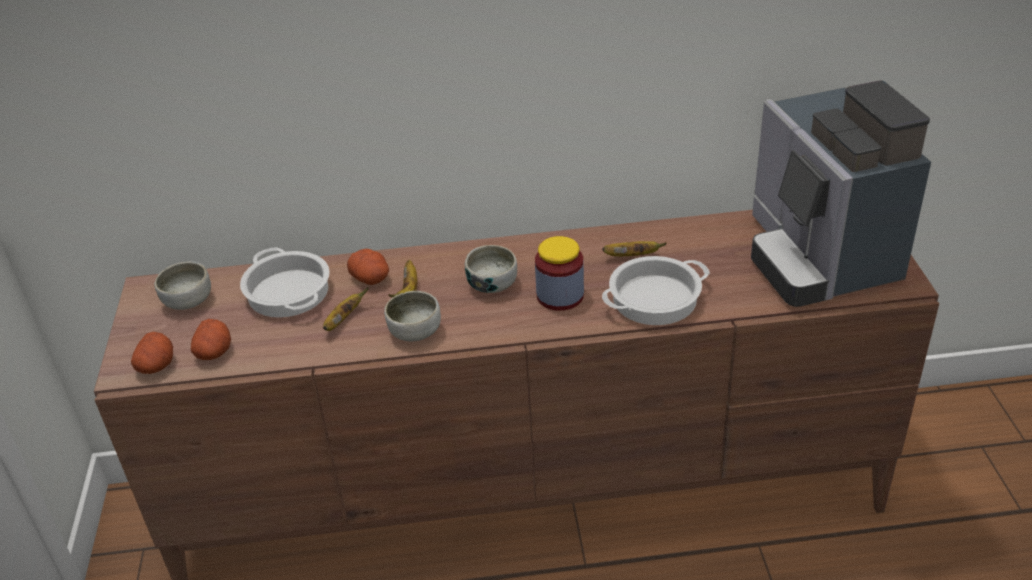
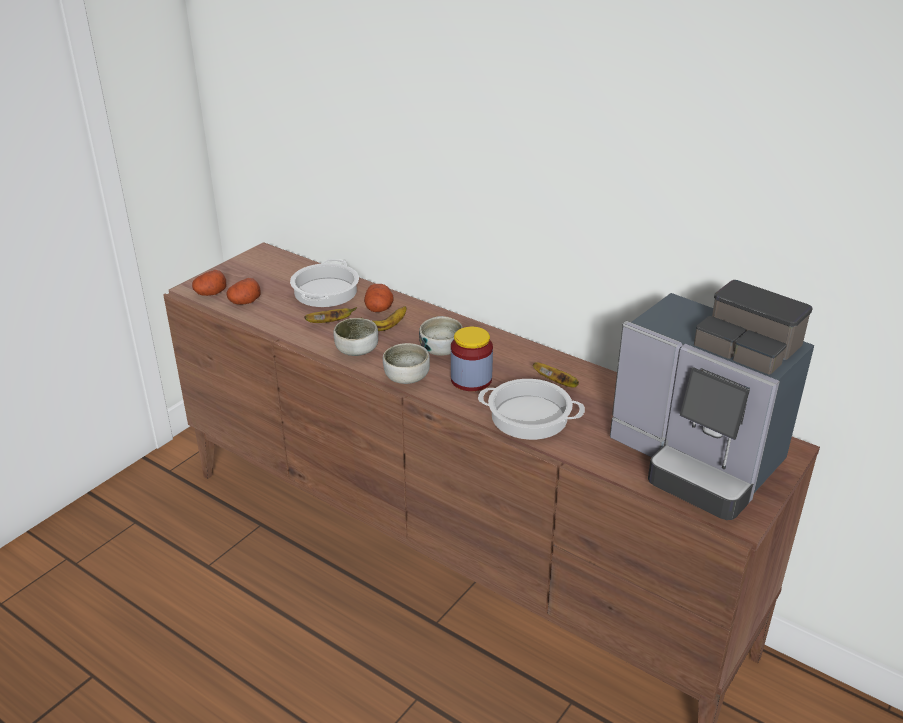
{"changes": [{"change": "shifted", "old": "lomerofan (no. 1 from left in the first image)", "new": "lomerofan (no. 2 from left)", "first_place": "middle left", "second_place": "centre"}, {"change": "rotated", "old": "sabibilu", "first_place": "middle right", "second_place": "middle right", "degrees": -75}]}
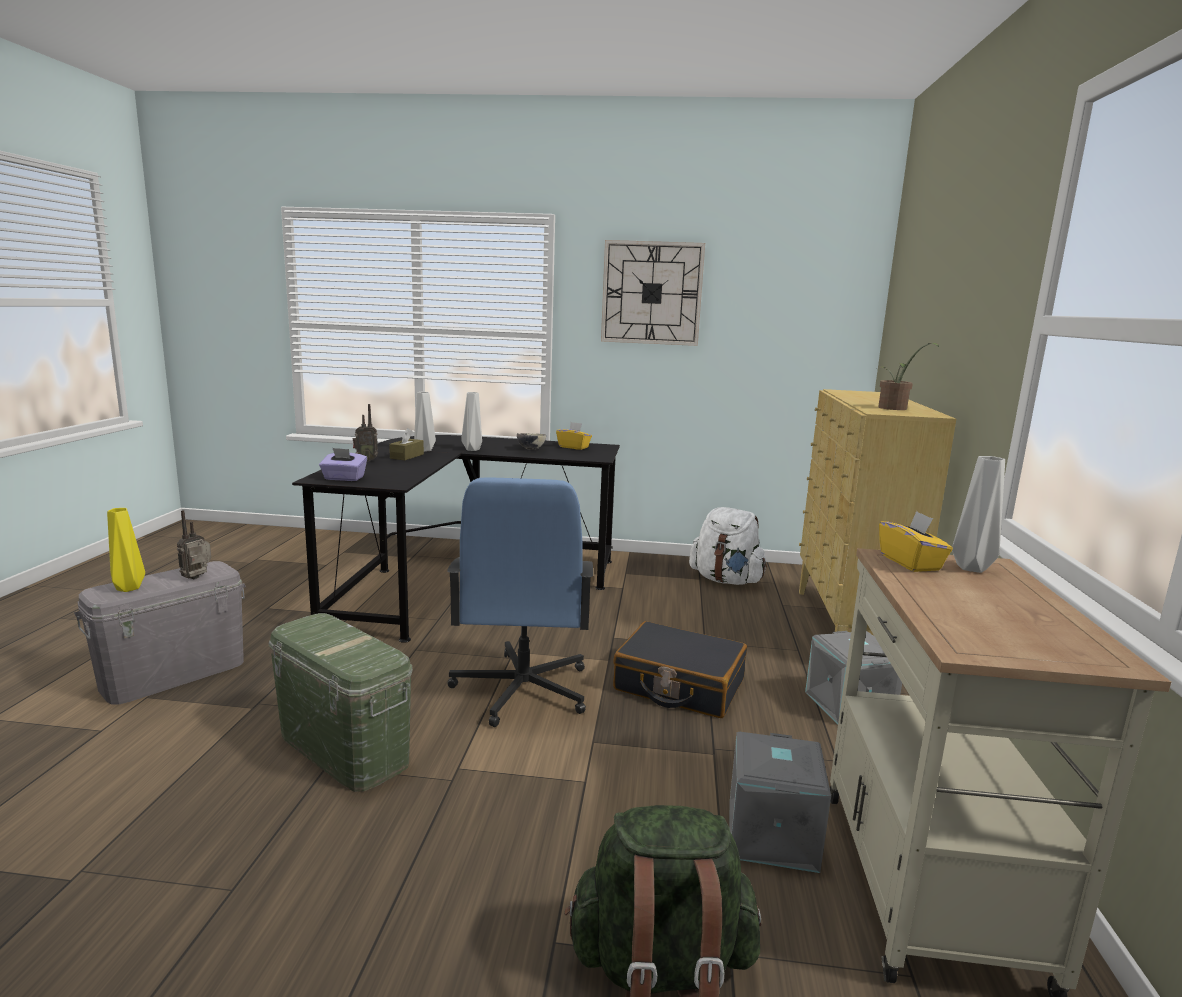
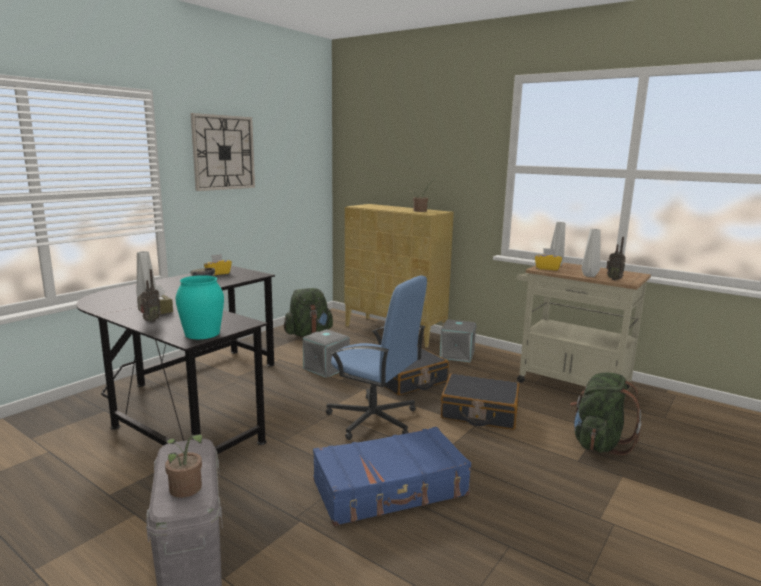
{"changes": [{"change": "new", "new": "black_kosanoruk (no. 2 from left)", "second_place": "bottom centre"}, {"change": "shifted", "old": "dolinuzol (no. 1 from left in the first image)", "new": "dolinuzol (no. 2 from left)", "first_place": "middle left", "second_place": "middle right"}, {"change": "shifted", "old": "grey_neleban (no. 2 from left in the first image)", "new": "grey_neleban (no. 3 from left)", "first_place": "centre", "second_place": "middle right"}, {"change": "shifted", "old": "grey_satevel (no. 2 from left)", "first_place": "bottom centre", "second_place": "centre"}, {"change": "swapped", "old": "yellow_neleban", "new": "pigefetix (no. 1 from left)", "first_place": "middle left", "second_place": "bottom left"}, {"change": "swapped", "old": "green_satevel", "new": "blue_kosanoruk", "first_place": "bottom left", "second_place": "bottom centre"}, {"change": "swapped", "old": "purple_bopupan", "new": "turquoise_neleban", "first_place": "middle left", "second_place": "middle left"}, {"change": "repainted", "old": "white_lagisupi", "new": "green_lagisupi (no. 1 from left)", "first_place": "centre", "second_place": "centre"}]}
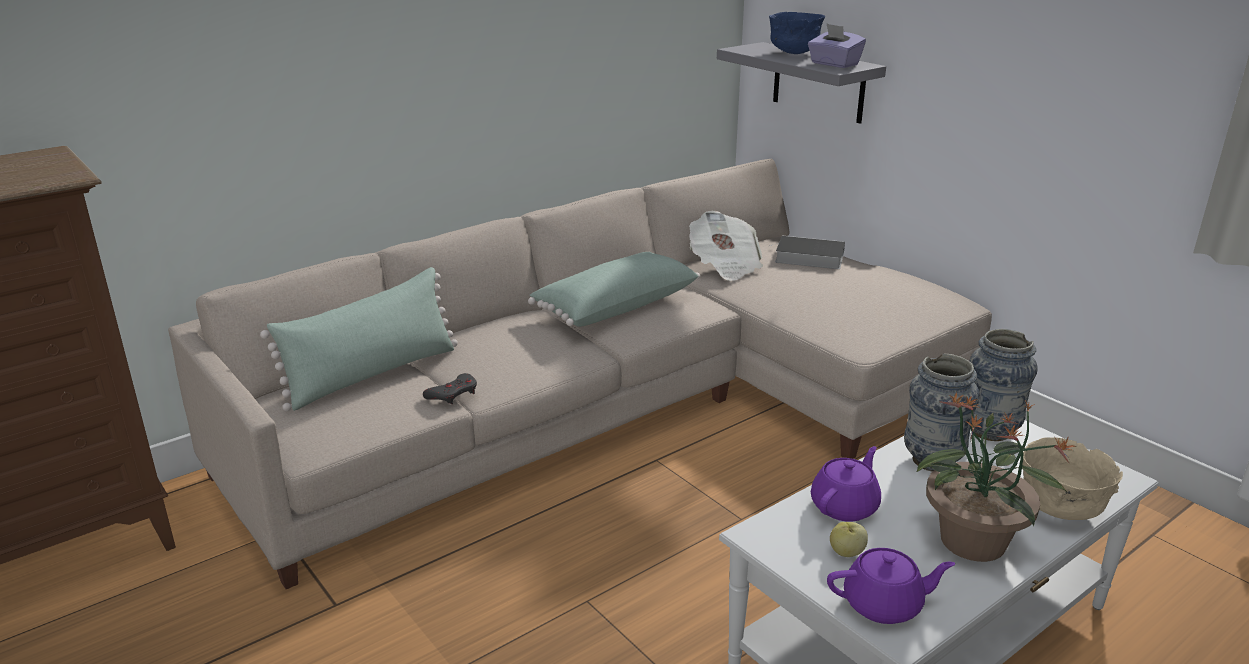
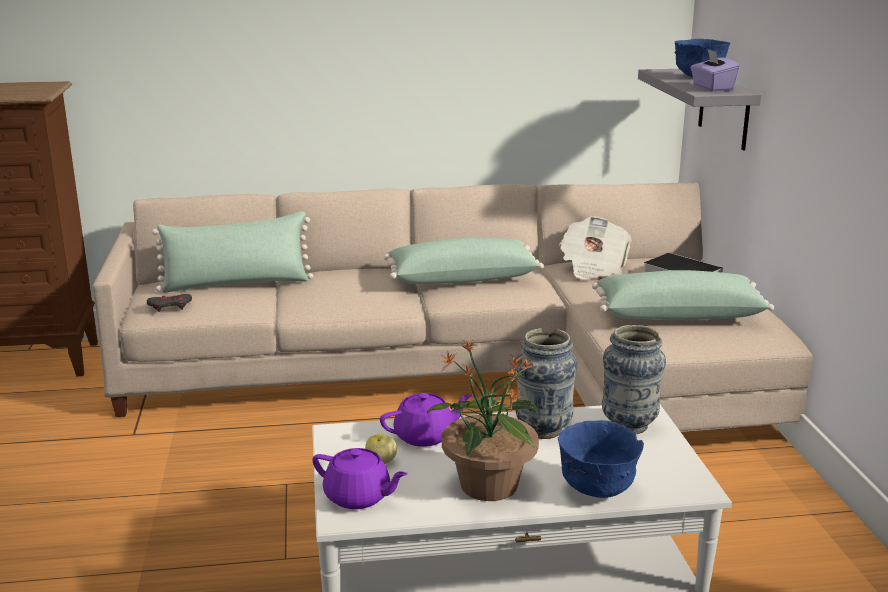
{"changes": [{"change": "new", "new": "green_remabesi (no. 3 from left)", "second_place": "middle right"}, {"change": "shifted", "old": "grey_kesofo", "first_place": "centre", "second_place": "middle left"}, {"change": "repainted", "old": "beige_lomerofan", "new": "blue_lomerofan (no. 1 from left)", "first_place": "bottom right", "second_place": "bottom right"}]}
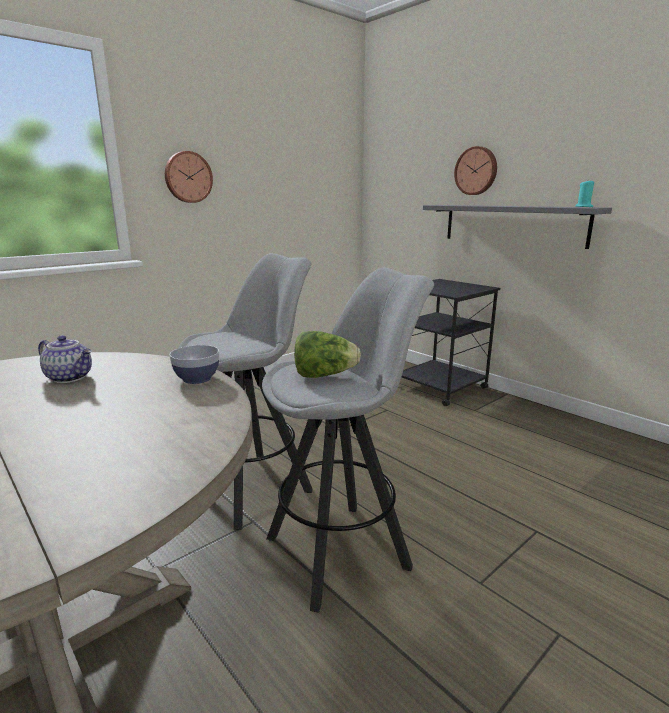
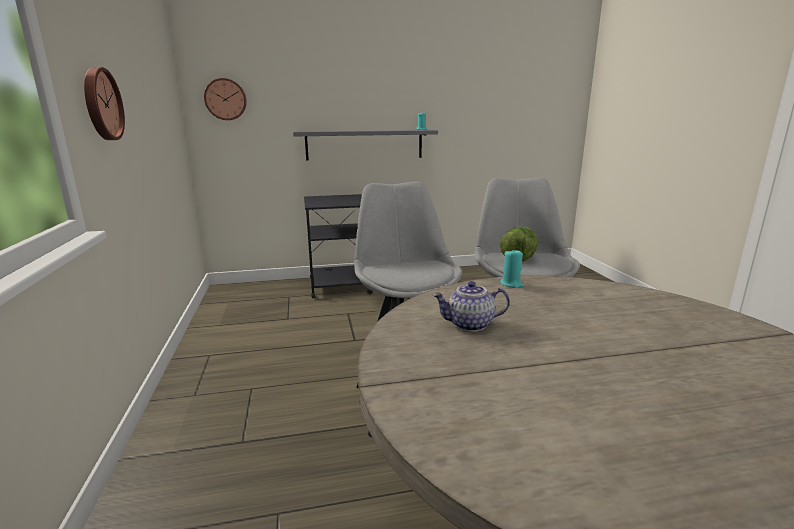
{"changes": [{"change": "shifted", "old": "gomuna (no. 2 from left)", "first_place": "top right", "second_place": "top left"}, {"change": "swapped", "old": "lomerofan", "new": "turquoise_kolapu (no. 2 from left)", "first_place": "middle left", "second_place": "centre"}, {"change": "rotated", "old": "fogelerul", "first_place": "middle left", "second_place": "centre", "degrees": -150}]}
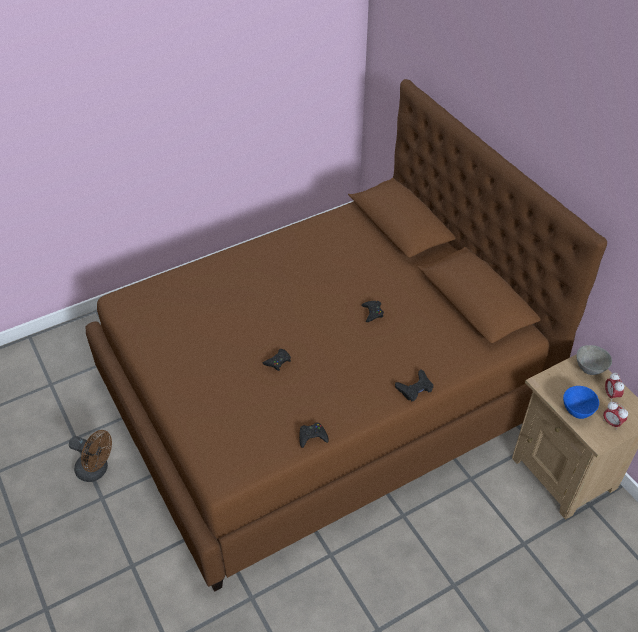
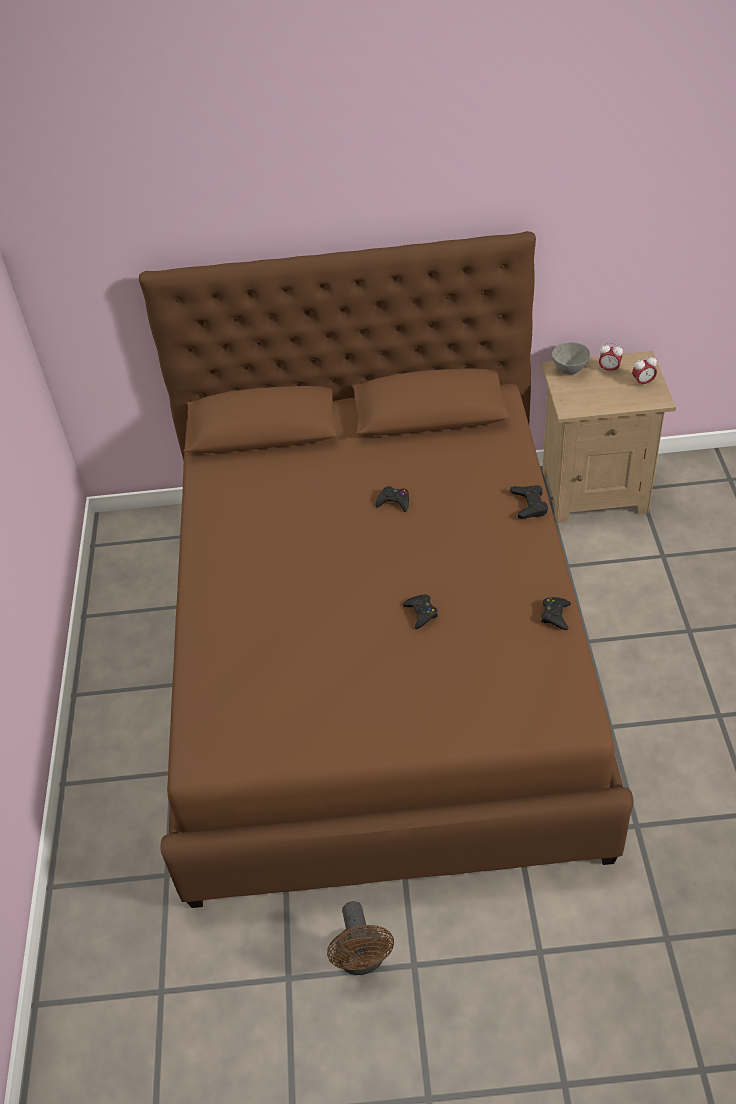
{"changes": [{"change": "gone", "old": "blue_lomerofan", "first_place": "middle right"}, {"change": "rotated", "old": "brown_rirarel", "first_place": "bottom left", "second_place": "bottom centre", "degrees": 120}]}
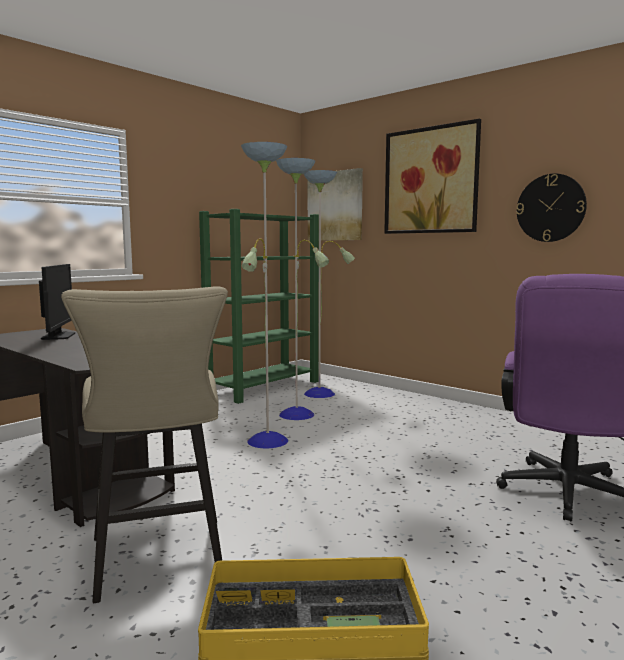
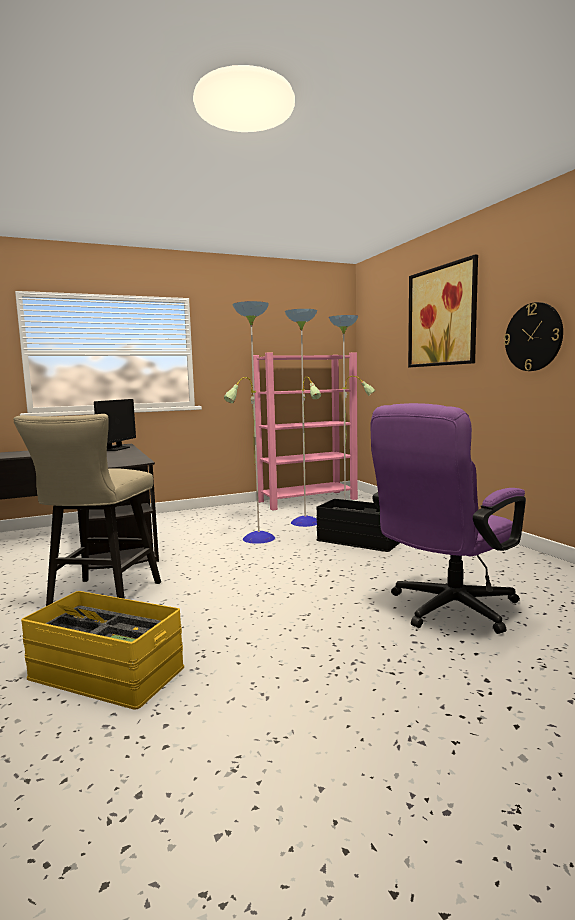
{"changes": [{"change": "gone", "old": "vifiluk (no. 1 from left)", "first_place": "top centre"}, {"change": "new", "new": "black_satevel", "second_place": "centre"}, {"change": "repainted", "old": "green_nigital", "new": "pink_nigital", "first_place": "centre", "second_place": "centre"}]}
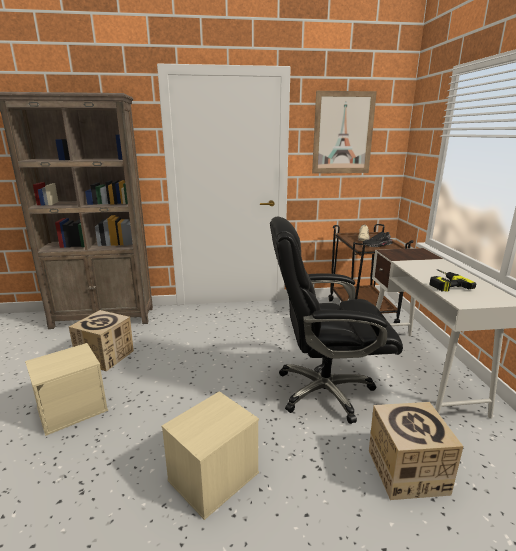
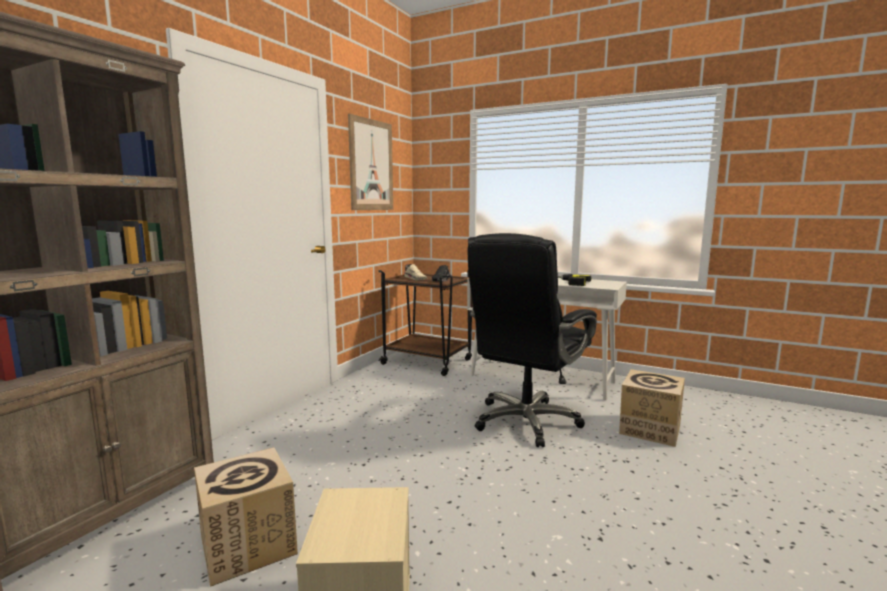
{"changes": [{"change": "gone", "old": "beige_satevel (no. 2 from left)", "first_place": "bottom centre"}]}
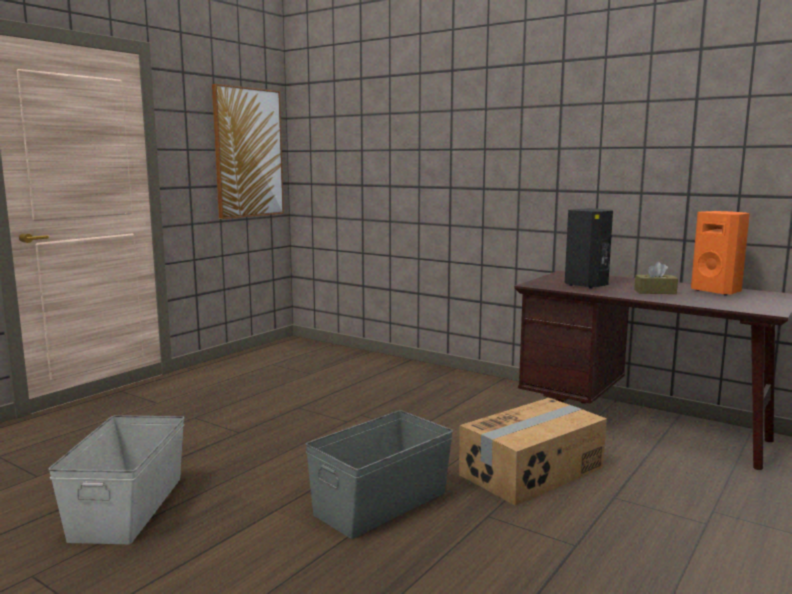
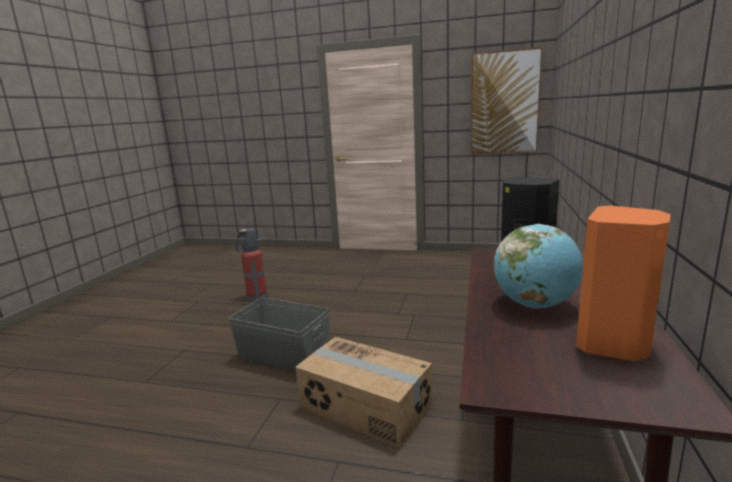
{"changes": [{"change": "swapped", "old": "grey_satevel (no. 1 from left)", "new": "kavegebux", "first_place": "bottom left", "second_place": "centre"}, {"change": "swapped", "old": "brown_bopupan", "new": "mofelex", "first_place": "middle right", "second_place": "middle right"}]}
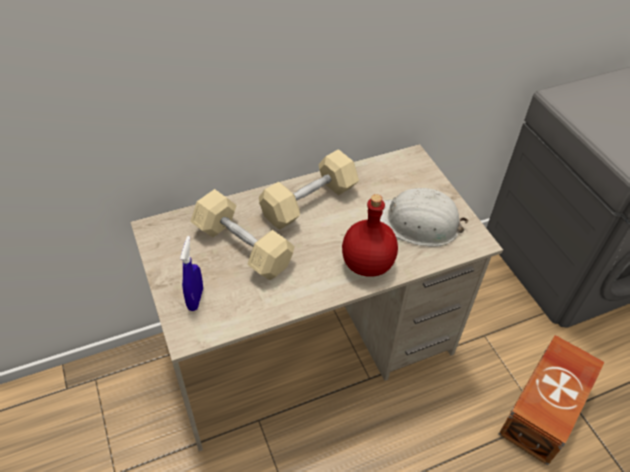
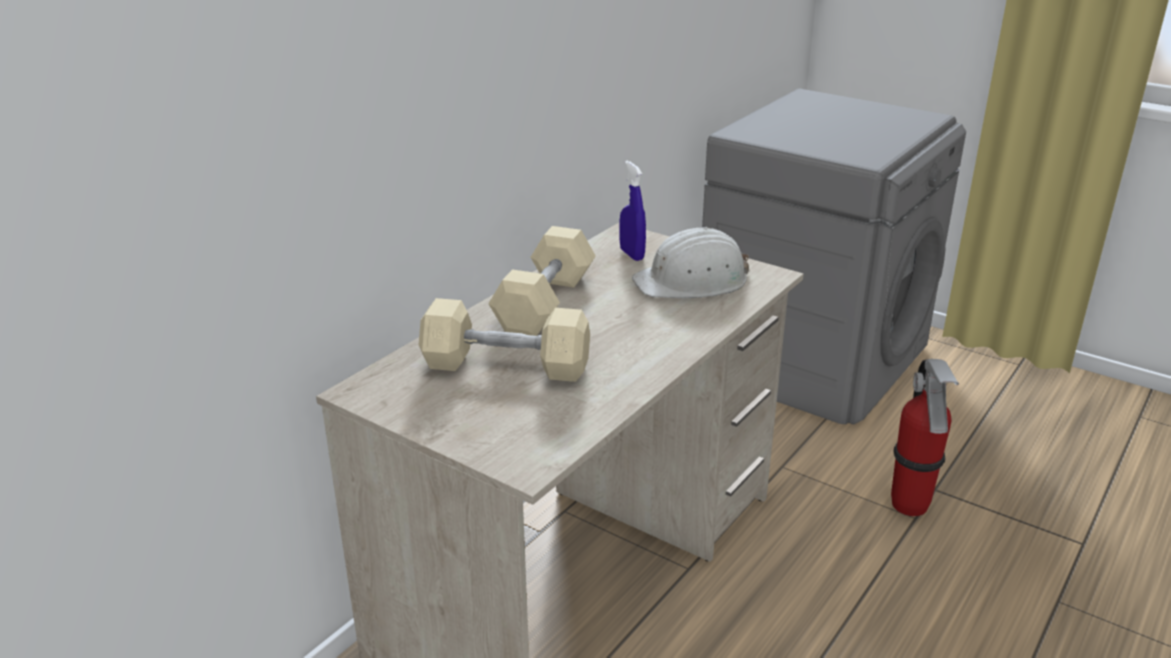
{"changes": [{"change": "gone", "old": "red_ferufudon", "first_place": "centre"}, {"change": "shifted", "old": "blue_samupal", "first_place": "middle left", "second_place": "top centre"}, {"change": "swapped", "old": "brown_satevel", "new": "kavegebux", "first_place": "bottom right", "second_place": "middle right"}]}
